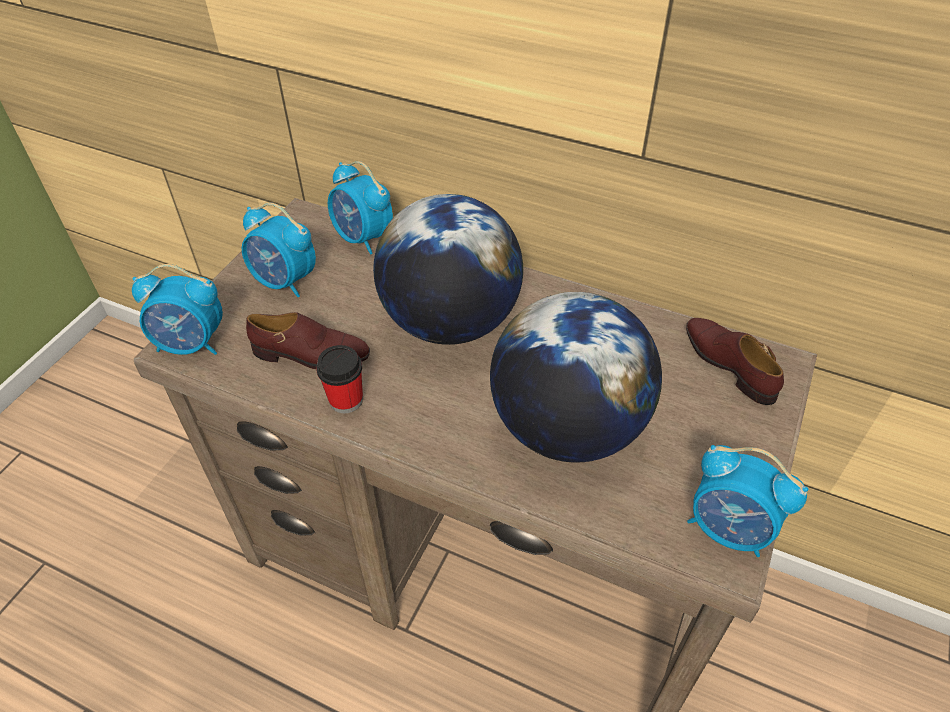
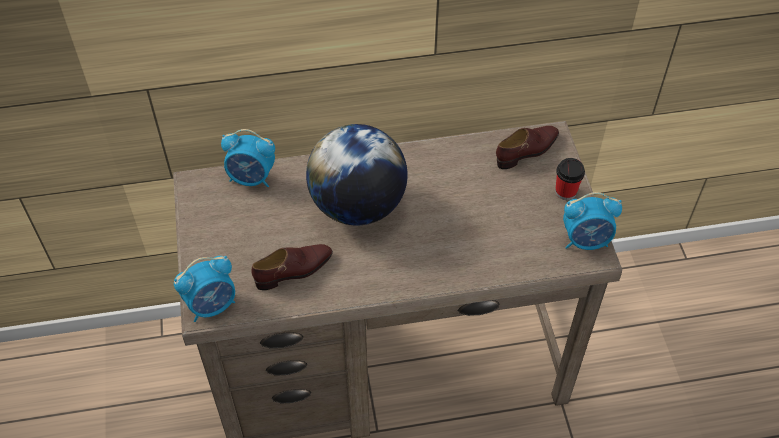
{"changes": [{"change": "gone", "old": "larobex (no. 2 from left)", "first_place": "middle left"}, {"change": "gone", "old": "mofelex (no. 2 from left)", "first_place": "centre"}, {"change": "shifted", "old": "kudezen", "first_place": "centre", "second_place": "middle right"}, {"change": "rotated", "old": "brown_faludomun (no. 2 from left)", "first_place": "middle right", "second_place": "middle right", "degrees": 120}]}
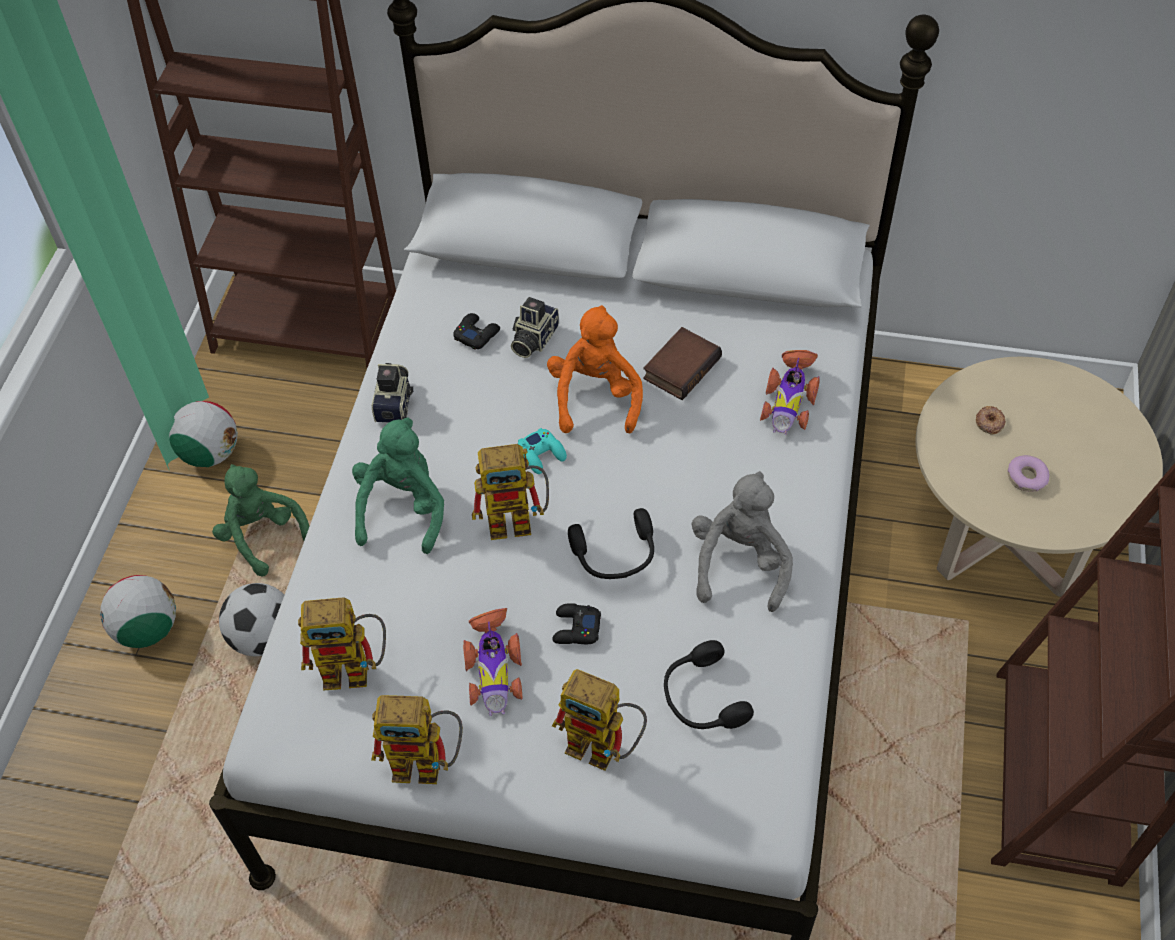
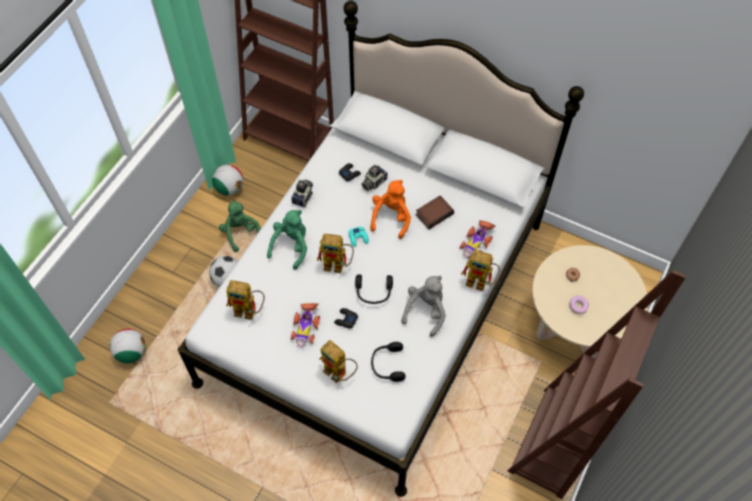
{"changes": [{"change": "shifted", "old": "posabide (no. 1 from left)", "first_place": "middle left", "second_place": "bottom left"}, {"change": "shifted", "old": "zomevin (no. 2 from left in the first image)", "new": "zomevin (no. 4 from left)", "first_place": "bottom centre", "second_place": "centre"}]}
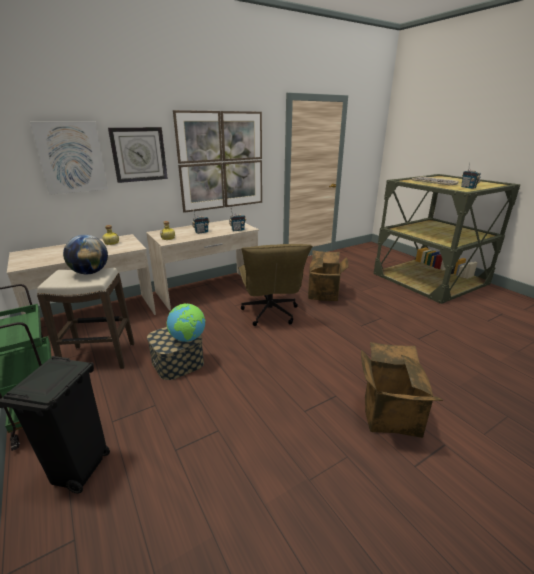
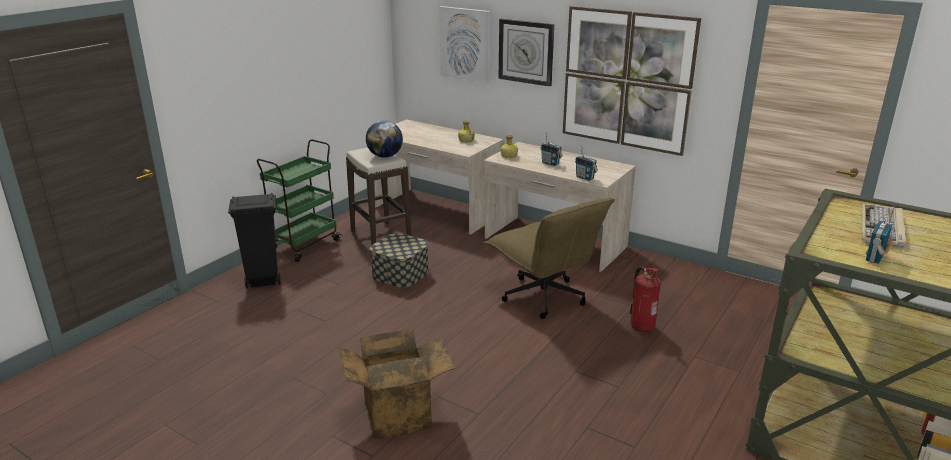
{"changes": [{"change": "gone", "old": "mofelex (no. 2 from left)", "first_place": "centre"}, {"change": "swapped", "old": "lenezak (no. 1 from left)", "new": "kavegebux", "first_place": "centre", "second_place": "middle right"}, {"change": "rotated", "old": "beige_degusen", "first_place": "centre", "second_place": "centre", "degrees": -90}]}
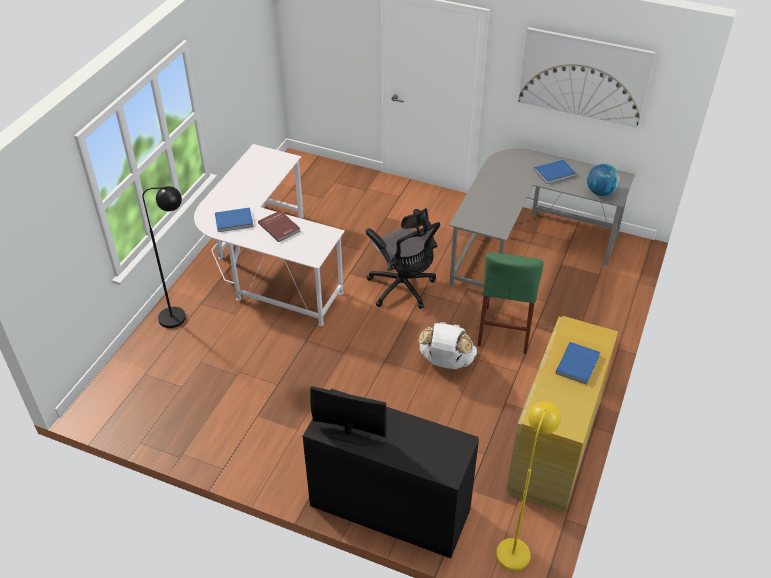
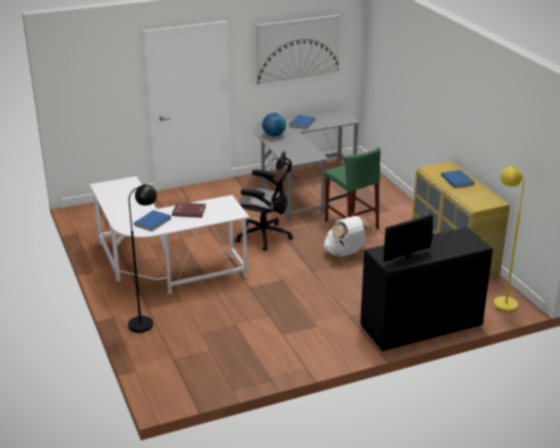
{"changes": [{"change": "shifted", "old": "mofelex", "first_place": "top right", "second_place": "top centre"}]}
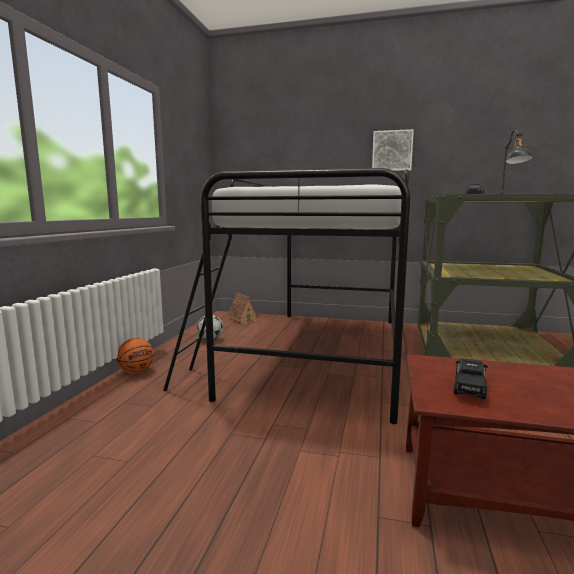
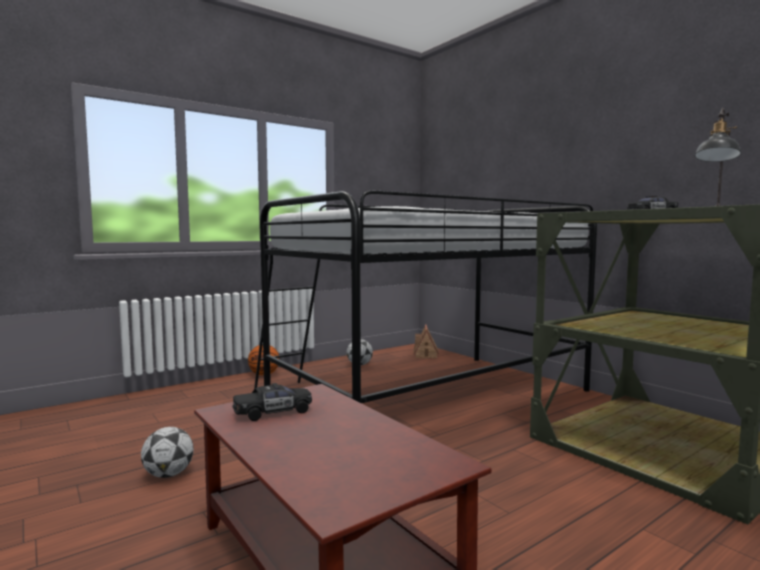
{"changes": [{"change": "gone", "old": "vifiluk", "first_place": "top right"}, {"change": "new", "new": "posabide (no. 1 from left)", "second_place": "bottom left"}]}
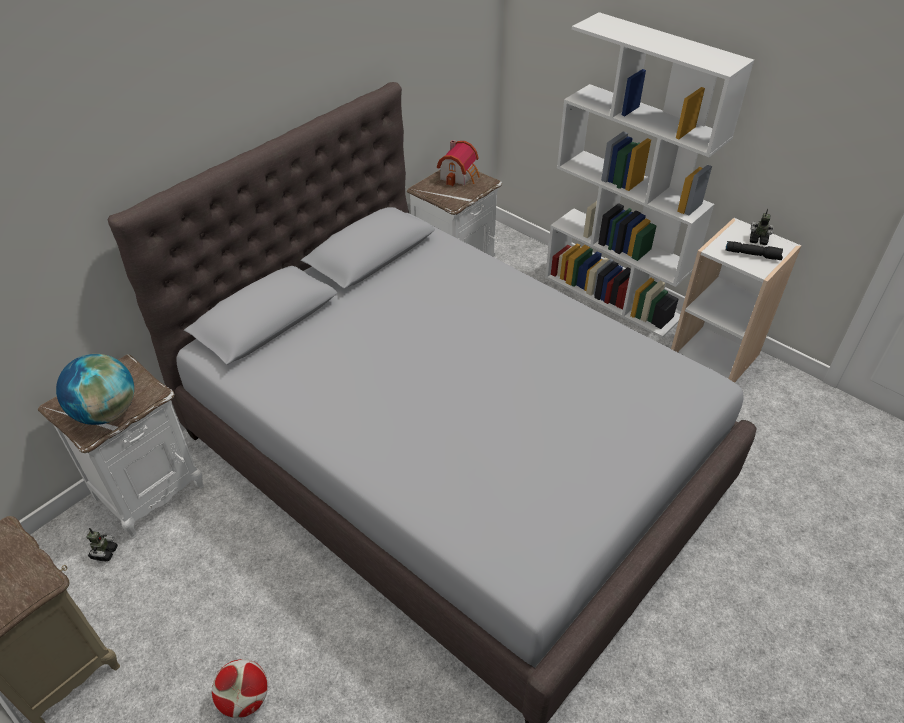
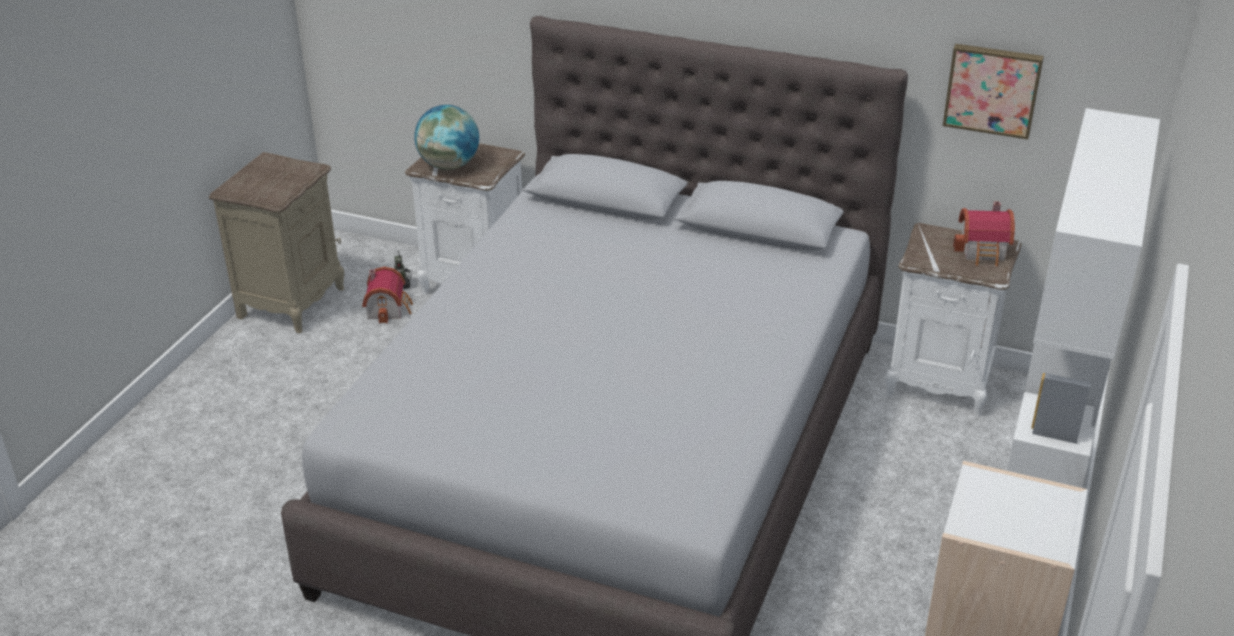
{"changes": [{"change": "gone", "old": "posabide", "first_place": "bottom left"}, {"change": "gone", "old": "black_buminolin", "first_place": "middle right"}, {"change": "gone", "old": "zomevin (no. 2 from left)", "first_place": "top right"}, {"change": "new", "new": "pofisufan (no. 1 from left)", "second_place": "middle left"}, {"change": "new", "new": "vifiluk", "second_place": "top right"}]}
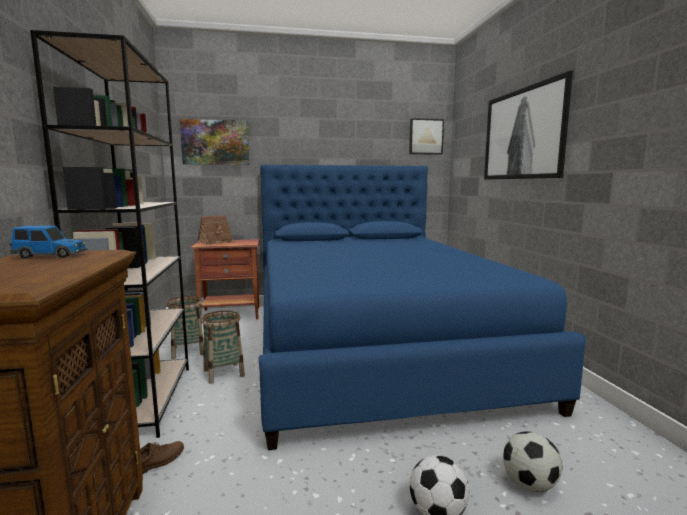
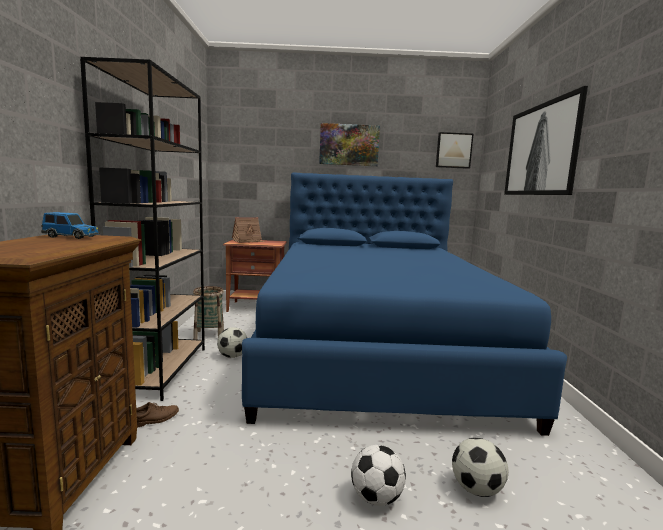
{"changes": [{"change": "shifted", "old": "vifiluk (no. 1 from left)", "first_place": "top left", "second_place": "top centre"}, {"change": "swapped", "old": "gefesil (no. 2 from left)", "new": "posabide (no. 1 from left)", "first_place": "bottom left", "second_place": "centre"}]}
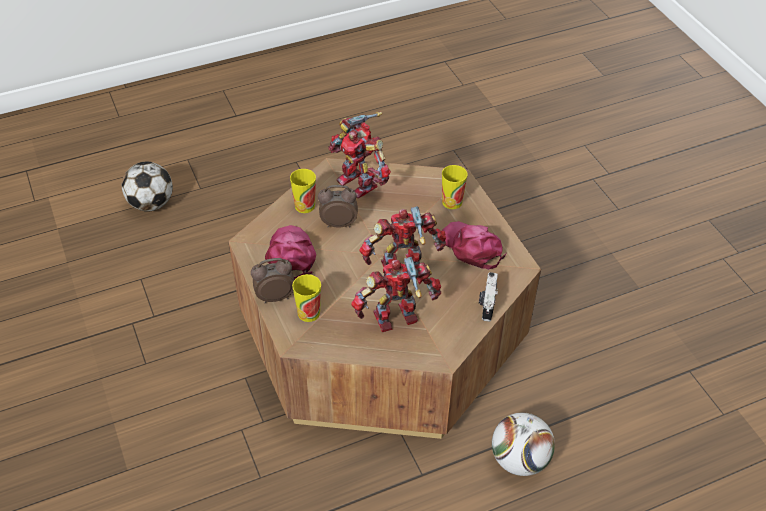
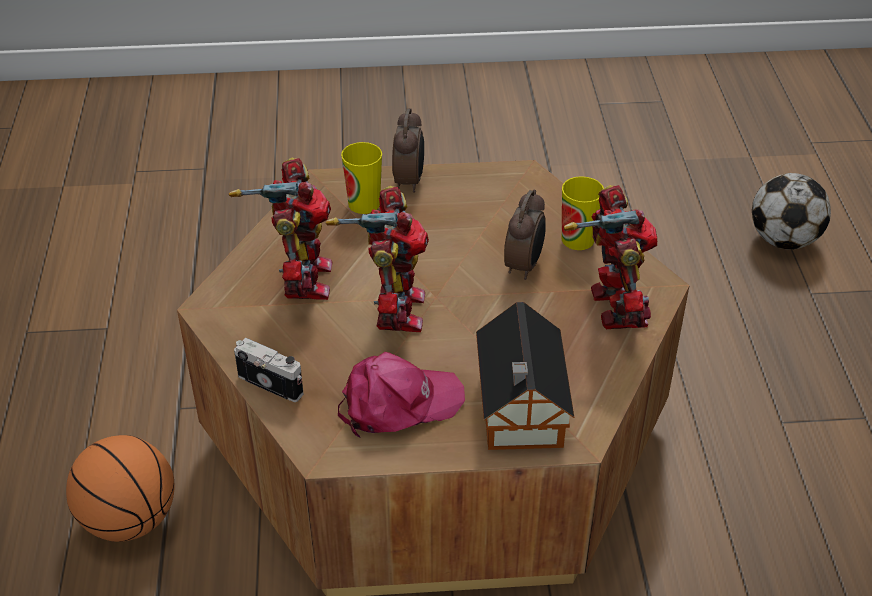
{"changes": [{"change": "gone", "old": "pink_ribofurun (no. 1 from left)", "first_place": "centre"}, {"change": "swapped", "old": "kudezen (no. 3 from left)", "new": "pofisufan", "first_place": "centre", "second_place": "centre"}, {"change": "swapped", "old": "posabide (no. 2 from left)", "new": "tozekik", "first_place": "bottom right", "second_place": "bottom left"}, {"change": "rotated", "old": "zomevin (no. 1 from left in the first image)", "first_place": "top centre", "second_place": "middle right", "degrees": 105}]}
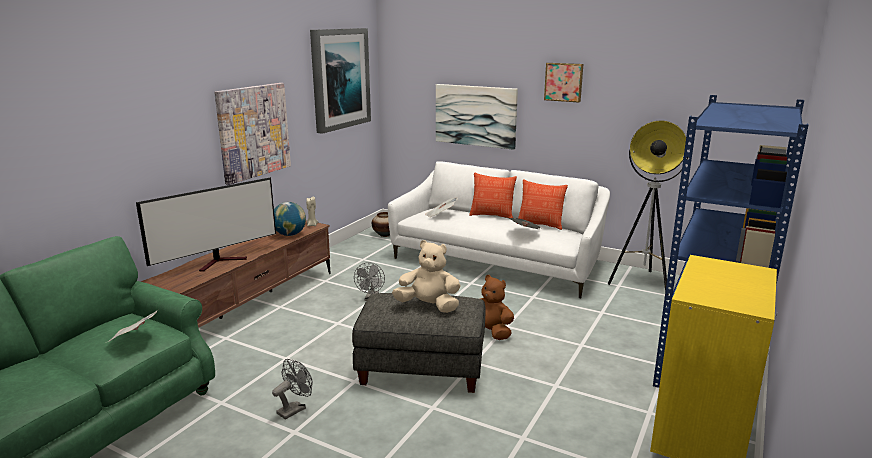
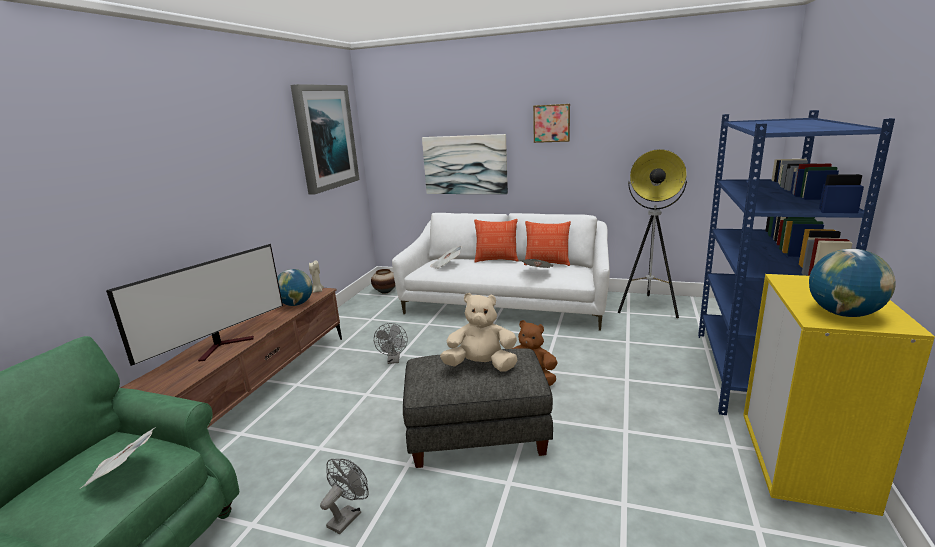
{"changes": [{"change": "gone", "old": "vifiluk (no. 1 from left)", "first_place": "top left"}, {"change": "new", "new": "mofelex (no. 2 from left)", "second_place": "middle right"}]}
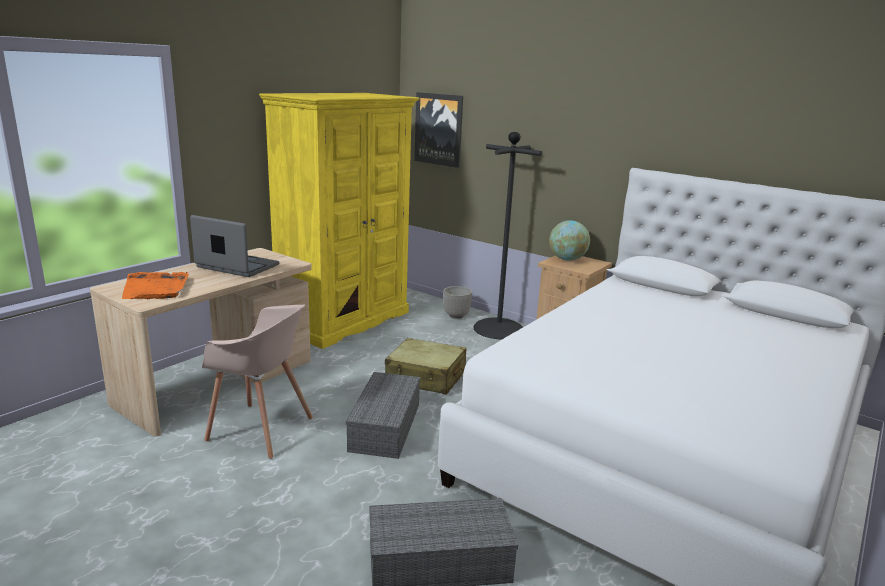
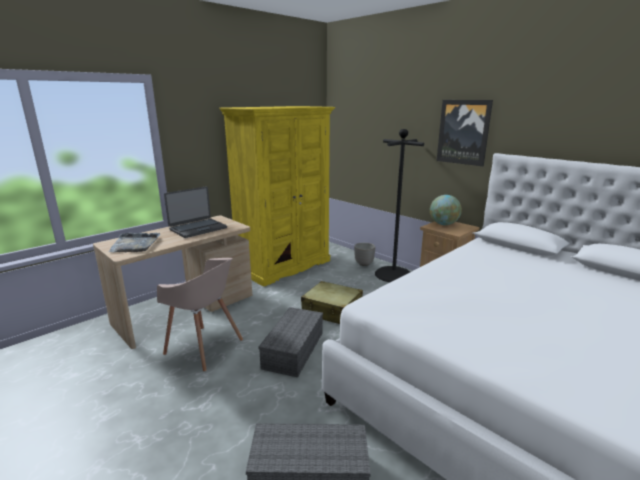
{"changes": [{"change": "shifted", "old": "vifiluk", "first_place": "top centre", "second_place": "top right"}, {"change": "repainted", "old": "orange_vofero", "new": "grey_vofero", "first_place": "middle left", "second_place": "middle left"}, {"change": "rotated", "old": "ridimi", "first_place": "middle left", "second_place": "middle left", "degrees": 105}]}
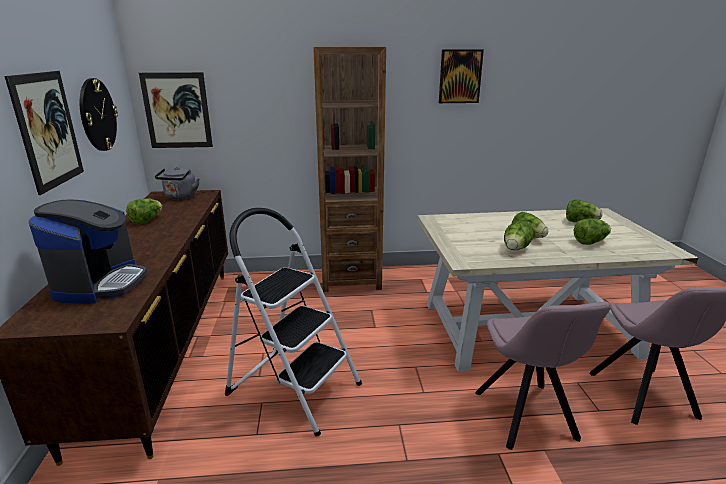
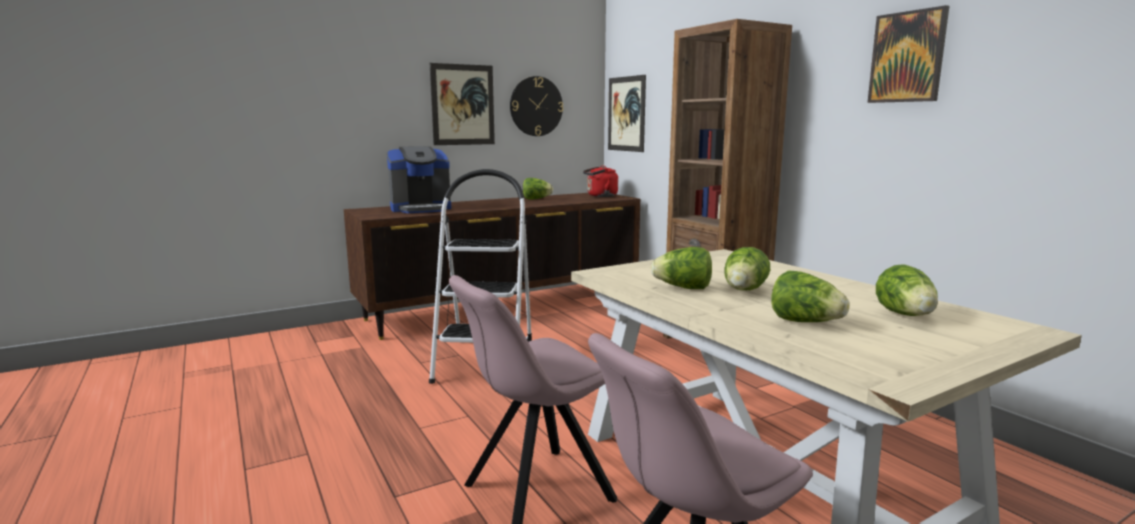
{"changes": [{"change": "repainted", "old": "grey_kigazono", "new": "red_kigazono", "first_place": "middle left", "second_place": "centre"}]}
